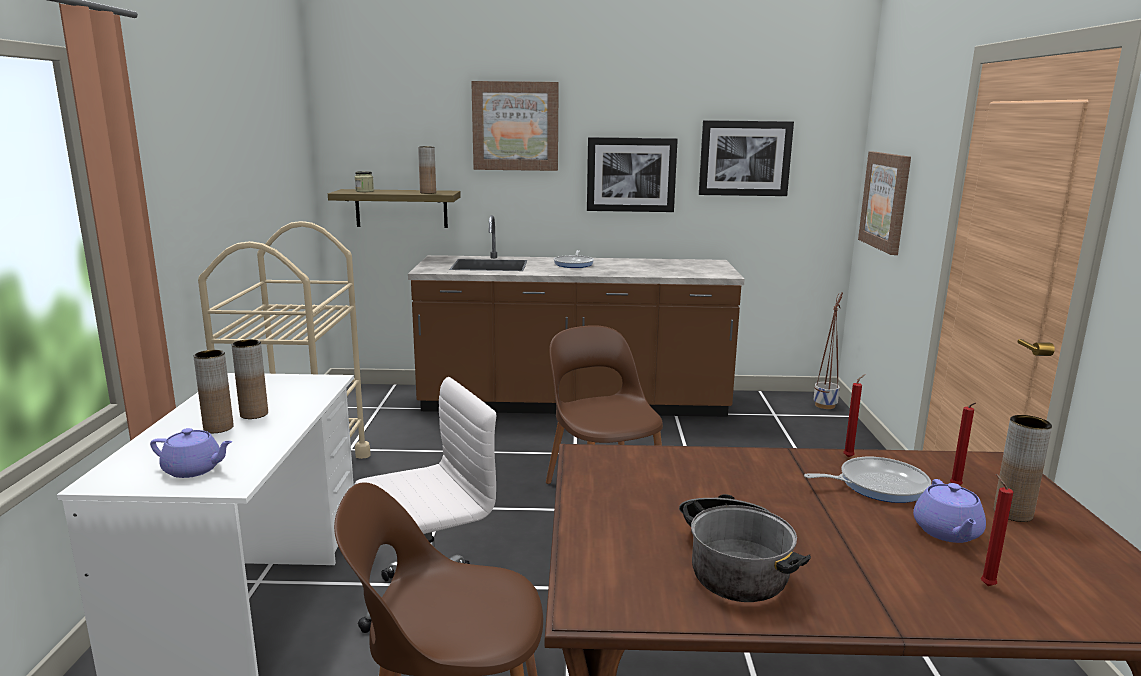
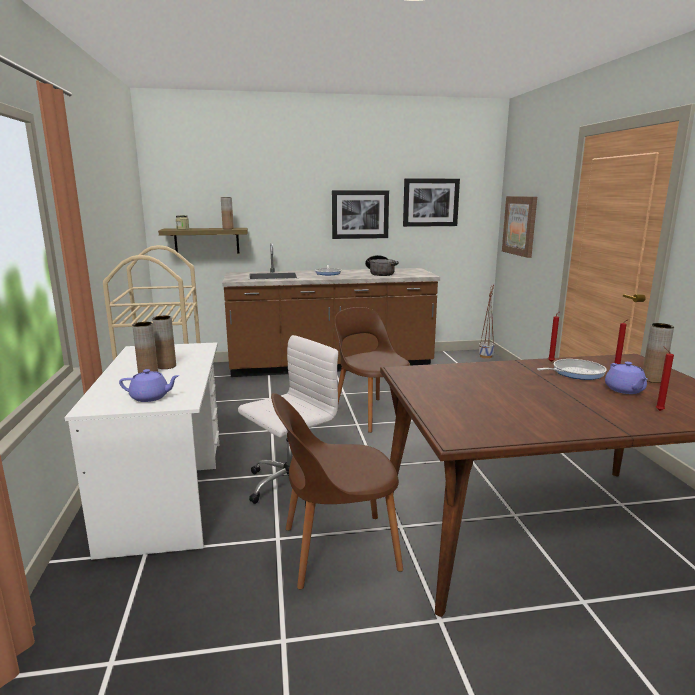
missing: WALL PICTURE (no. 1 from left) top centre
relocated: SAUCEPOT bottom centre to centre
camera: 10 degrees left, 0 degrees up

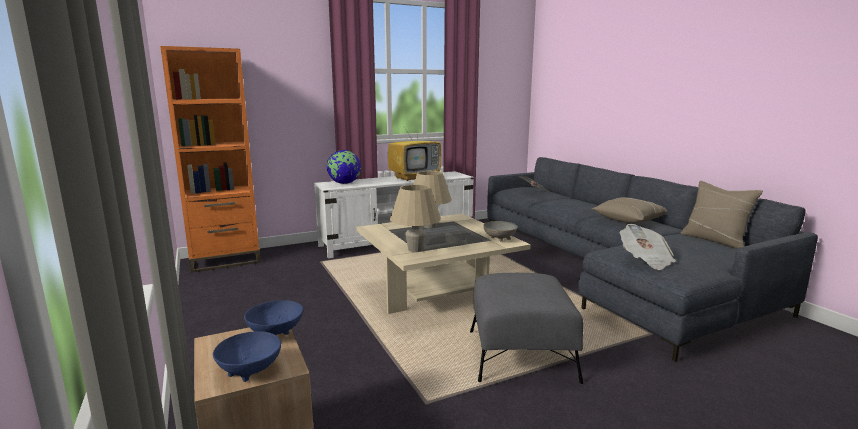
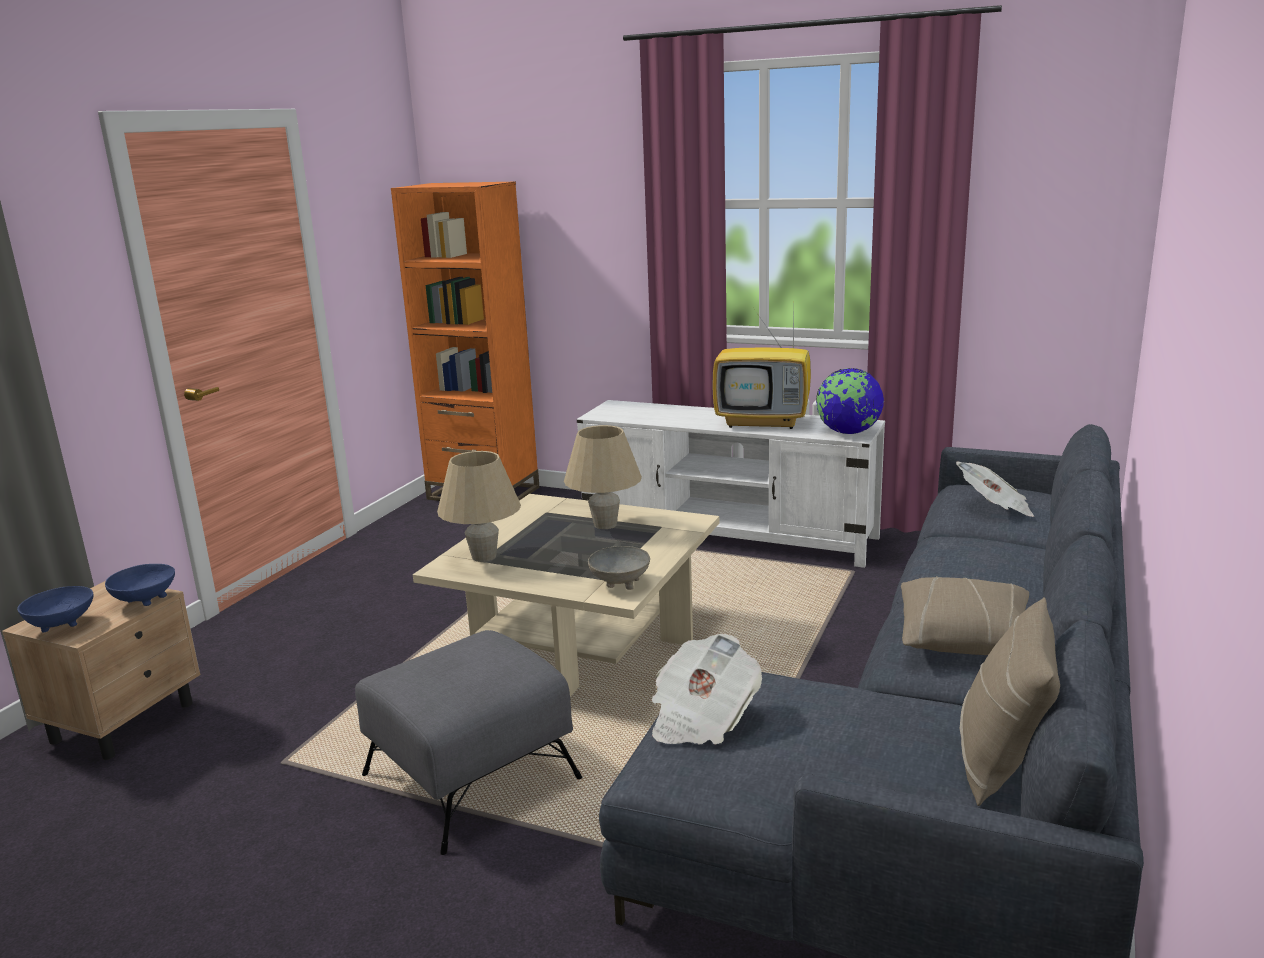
relocated: DESK GLOBE centre to middle right
camera: 50 degrees right, 5 degrees up

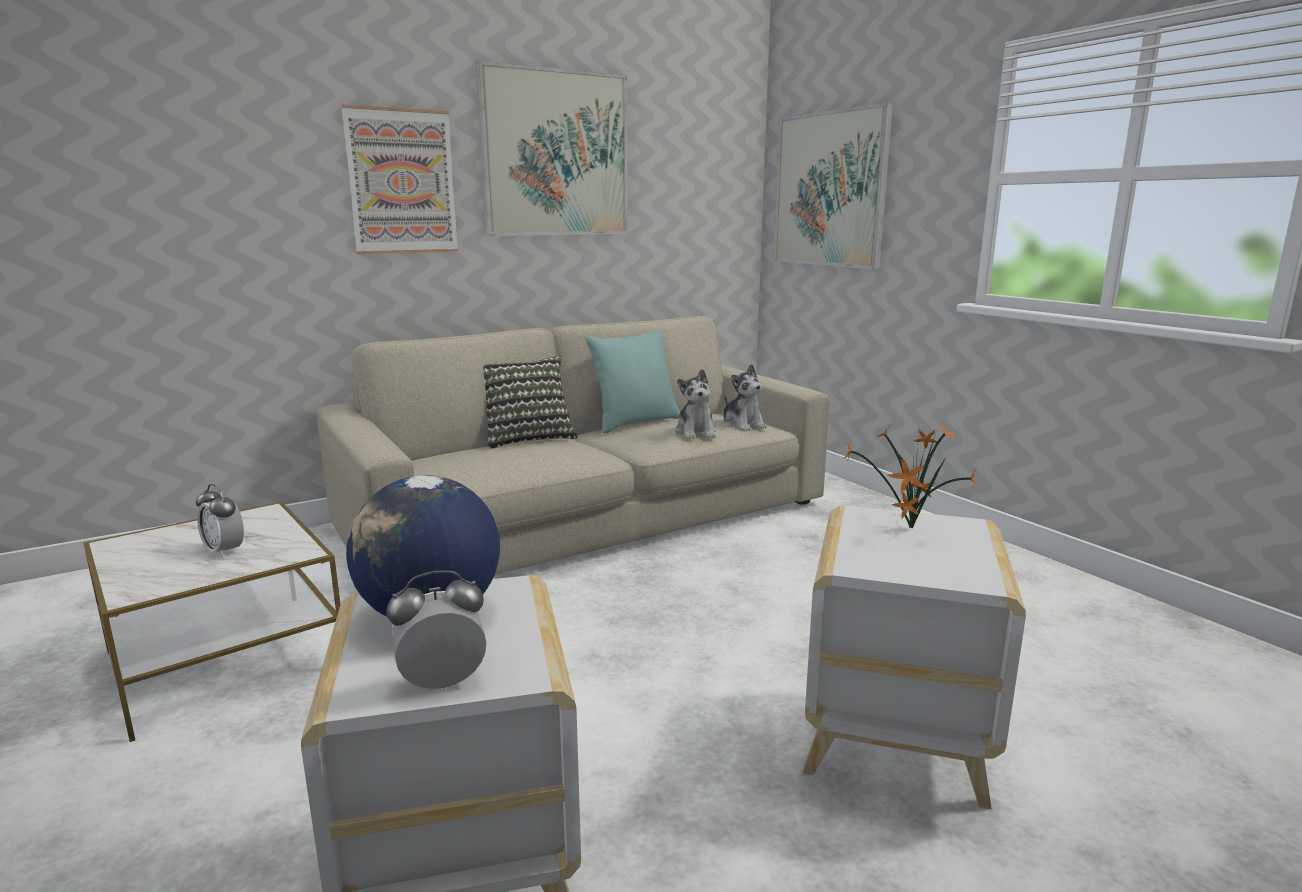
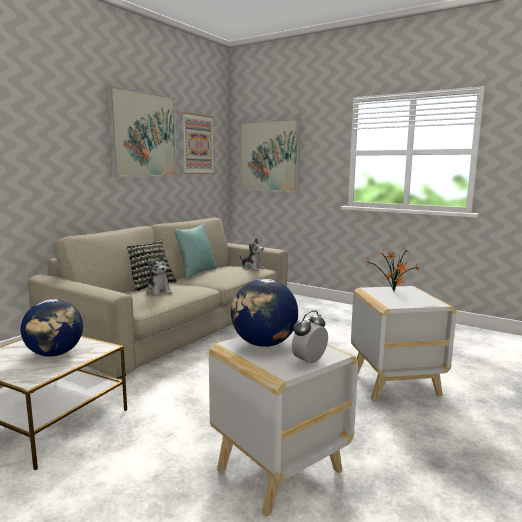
relocated: WALL PICTURE (no. 1 from left in the first image) top left to WALL PICTURE (no. 2 from left) top centre; CUDDLY TOY (no. 1 from left) centre to middle left
exchanged: ALARM CLOCK (no. 1 from left) middle left to DESK GLOBE (no. 1 from left) middle left
camera: 25 degrees left, 5 degrees down

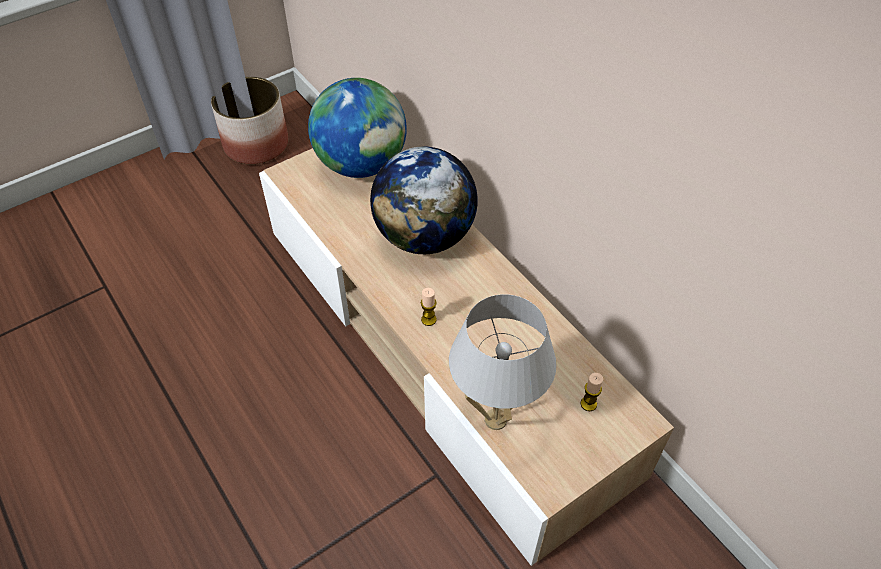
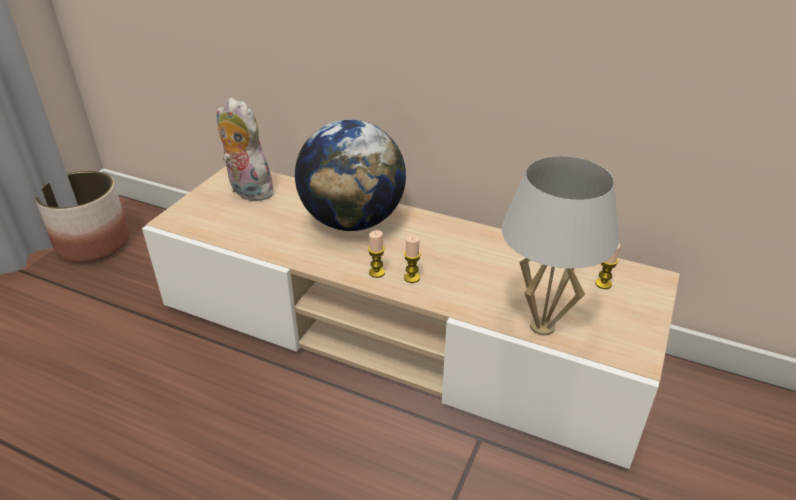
appeared: WAX LIGHT (no. 1 from left) centre
exchanged: DESK GLOBE (no. 1 from left) top centre to CUDDLY TOY top left
camera: 30 degrees left, 15 degrees down

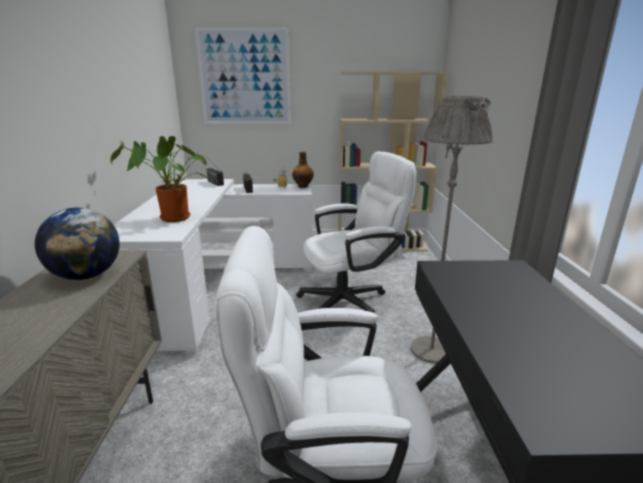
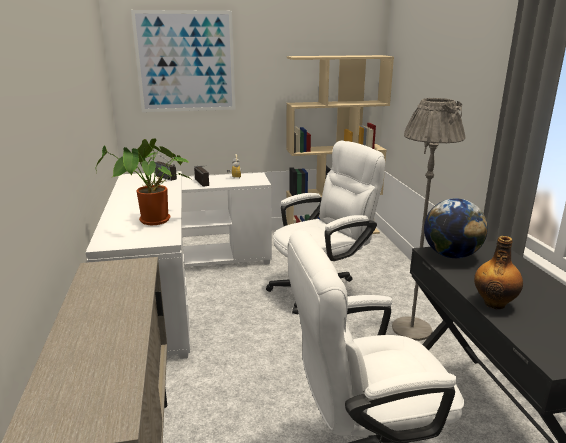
relocated: DESK GLOBE middle left to middle right; BEVERAGE BOTTLE centre to middle right
camera: 10 degrees left, 0 degrees up

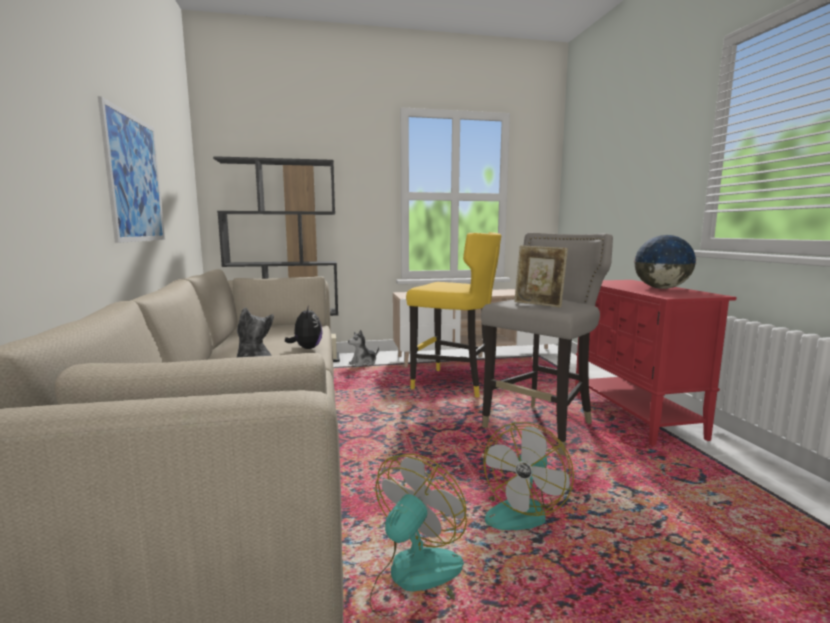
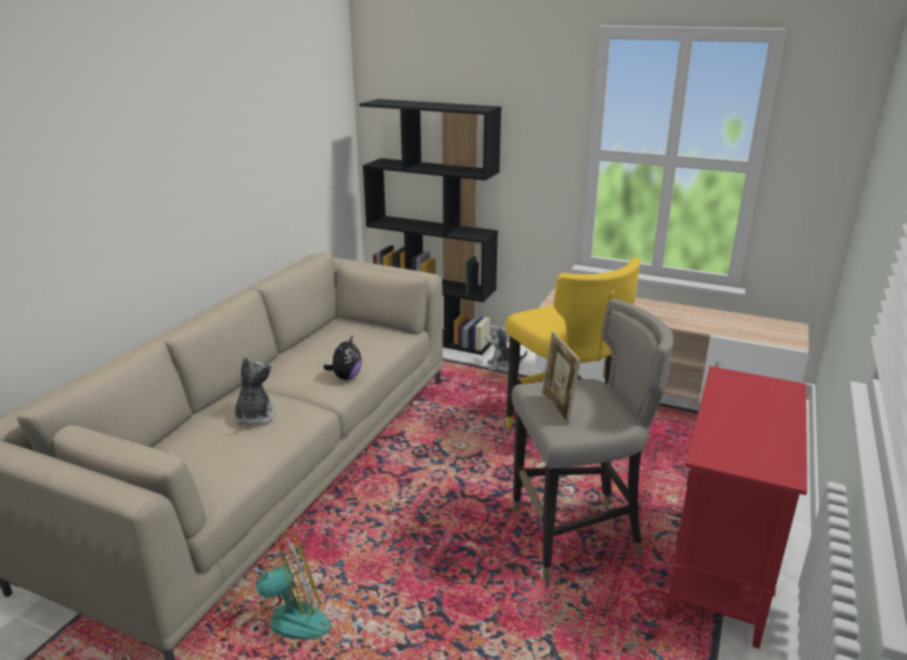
missing: WALL PICTURE top left; COOLING FAN (no. 2 from left) bottom centre; DESK GLOBE middle right
camera: 35 degrees right, 15 degrees up

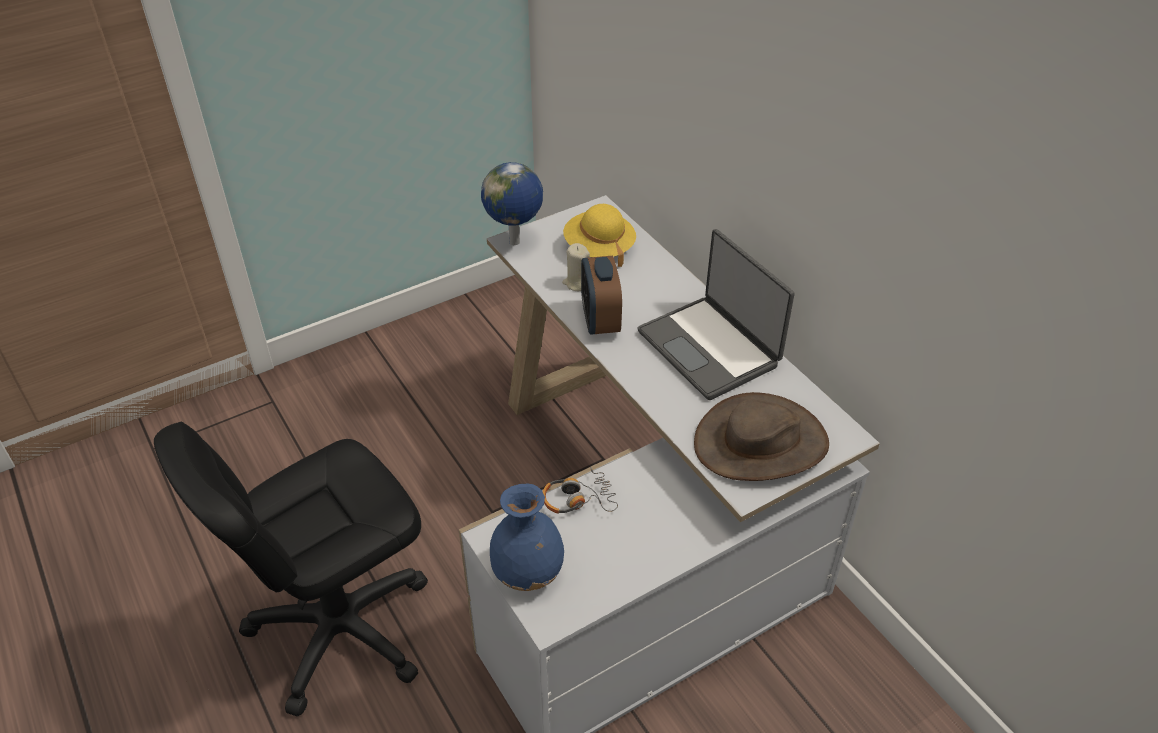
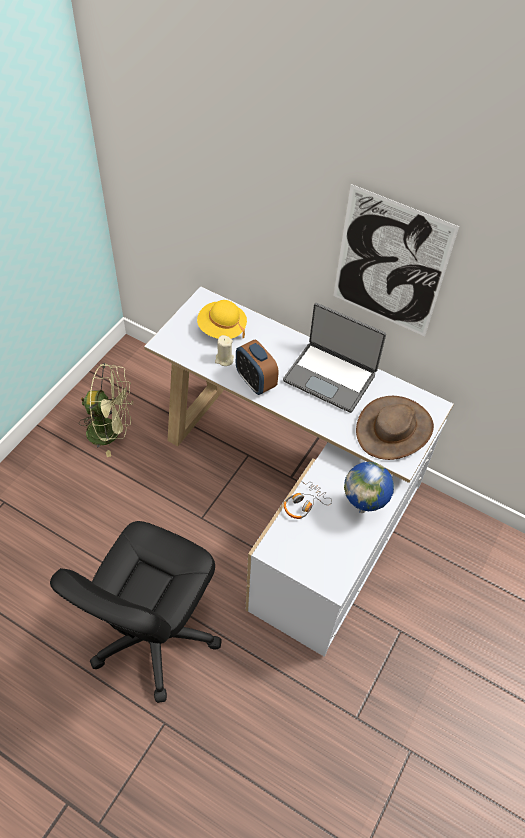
missing: BLUISH DECORATIVE VASE bottom centre
appeared: GREEN COOLING FAN middle left; WALL PICTURE top right
relocated: DESK GLOBE top centre to middle right
camera: 30 degrees left, 10 degrees up

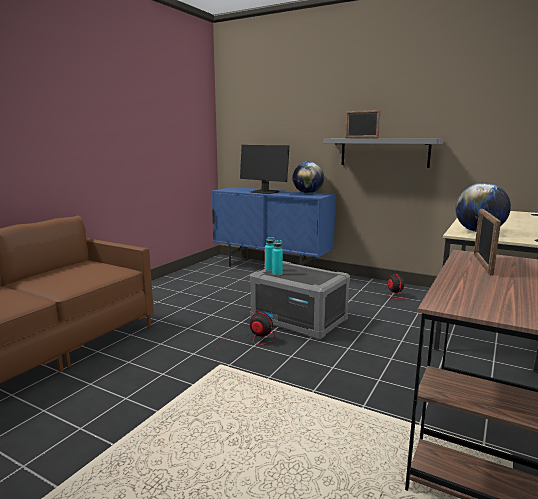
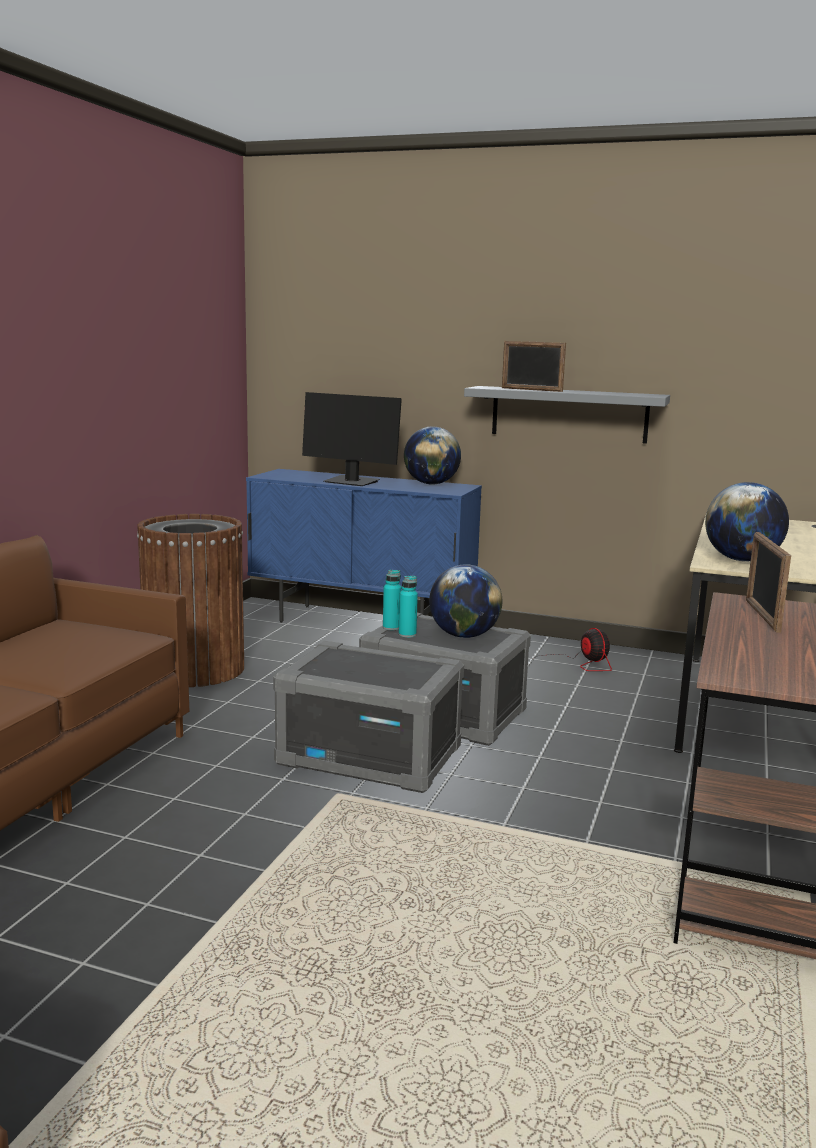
appeared: BROWN-COLOURED TRASH CAN middle left; DESK GLOBE (no. 2 from left) centre
exchanged: COOLING FAN (no. 1 from left) bottom centre to GREY STORAGE CONTAINER (no. 1 from left) centre
camera: 10 degrees left, 0 degrees up

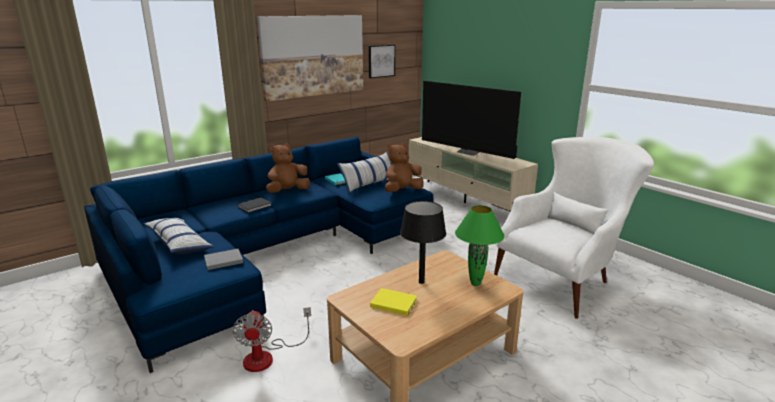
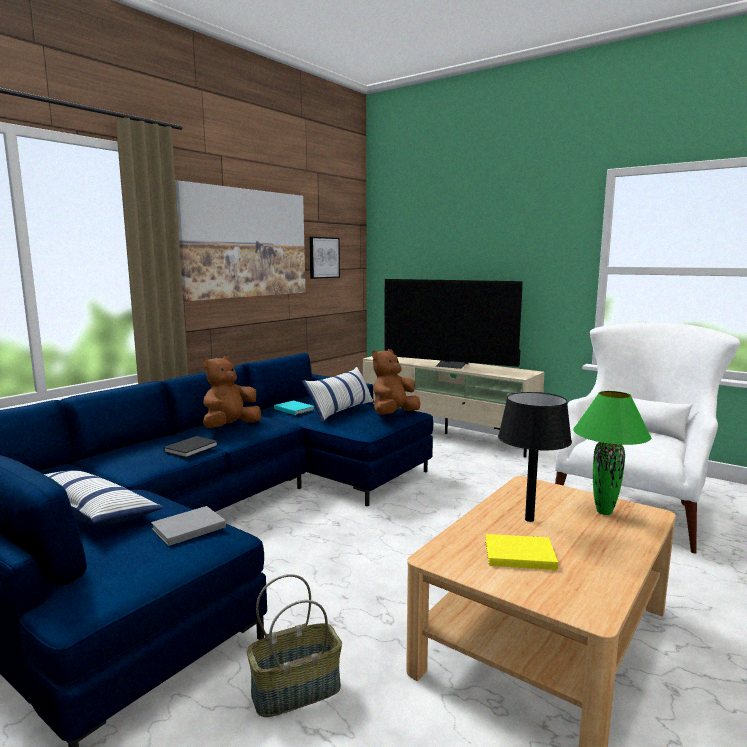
exchanged: COOLING FAN bottom centre to STORAGE BASKET bottom centre
camera: 15 degrees left, 10 degrees down

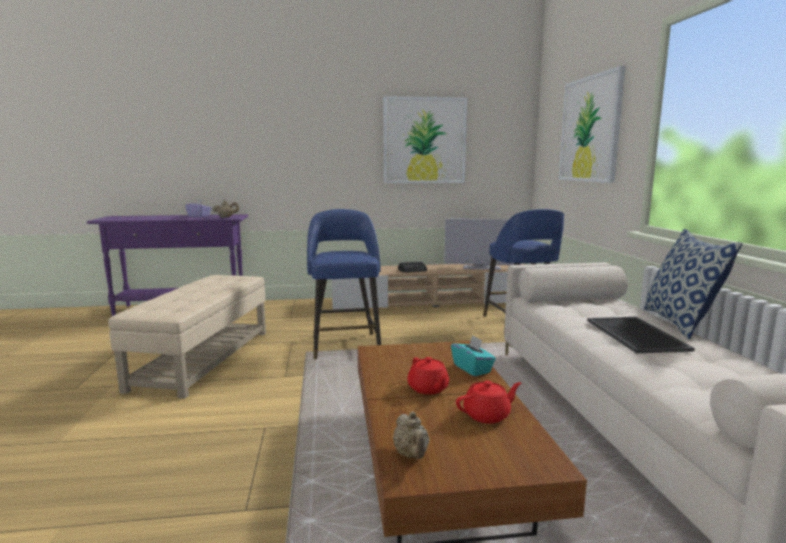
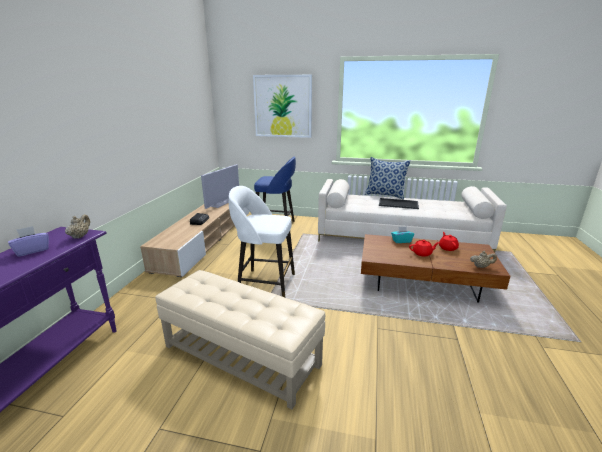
missing: WALL PICTURE (no. 1 from left) top centre
colour: BLUISH STOOL (no. 1 from left) centre to WHITE STOOL centre
camera: 70 degrees left, 10 degrees up

